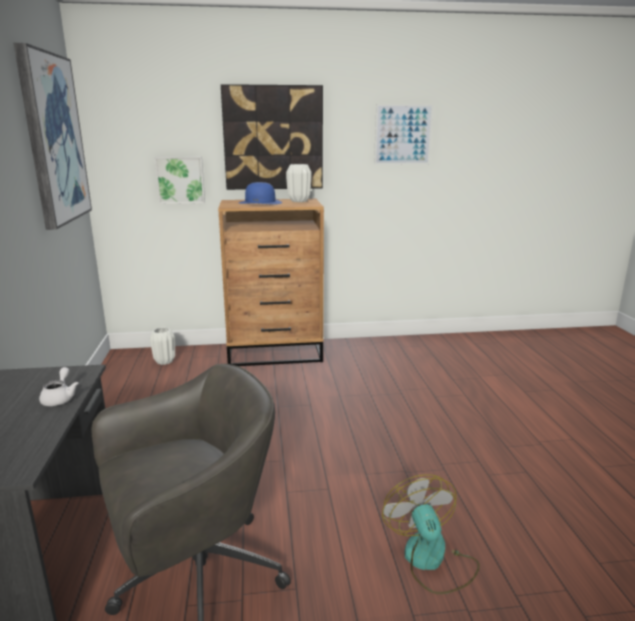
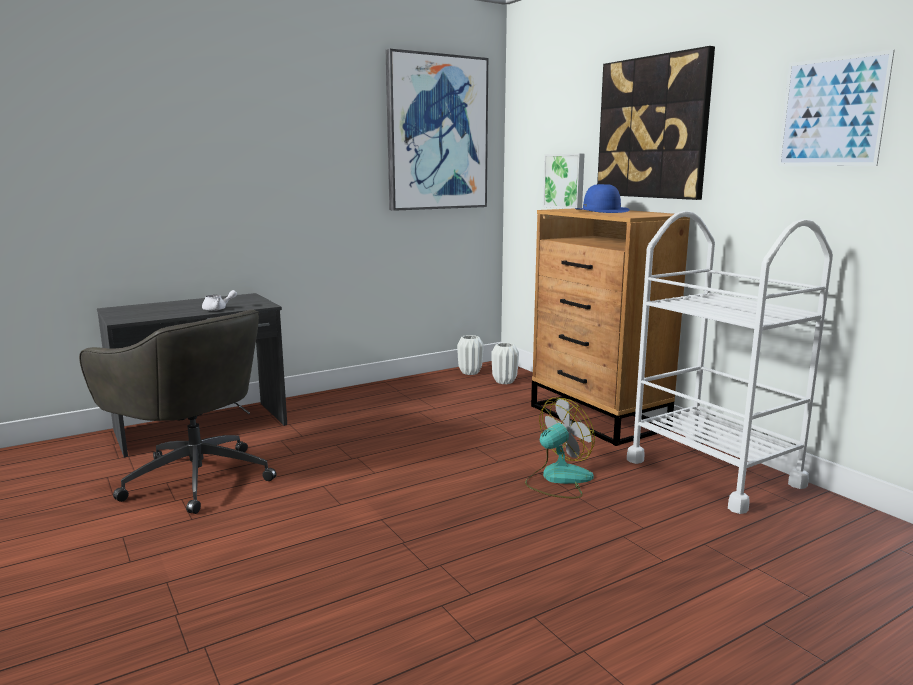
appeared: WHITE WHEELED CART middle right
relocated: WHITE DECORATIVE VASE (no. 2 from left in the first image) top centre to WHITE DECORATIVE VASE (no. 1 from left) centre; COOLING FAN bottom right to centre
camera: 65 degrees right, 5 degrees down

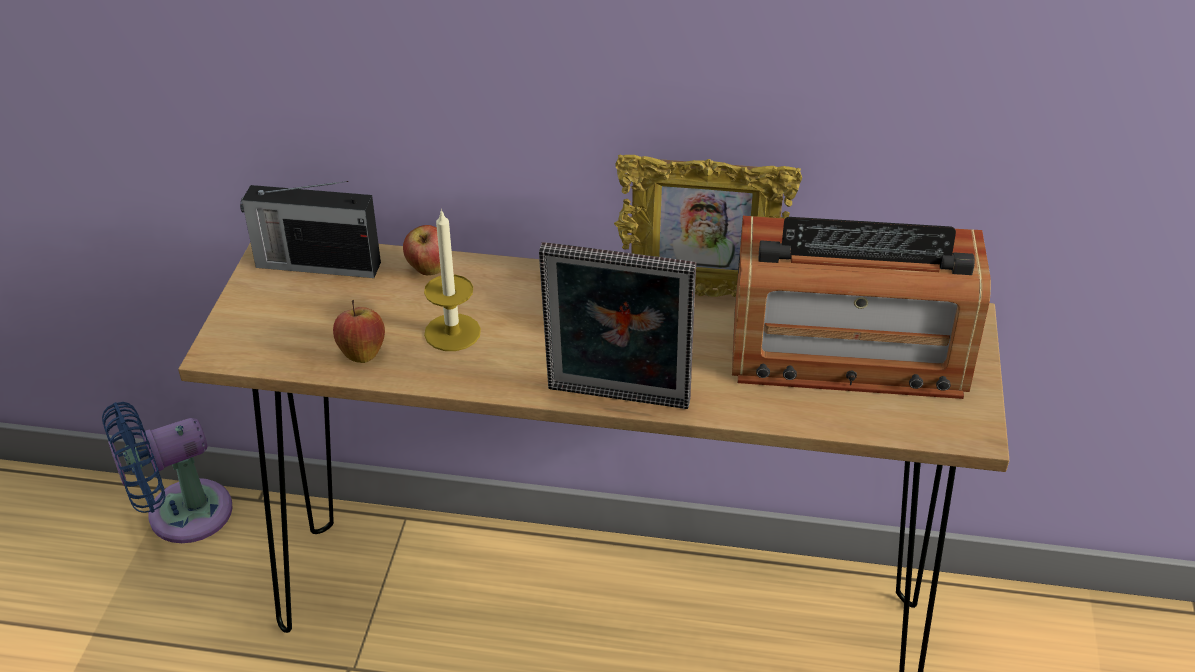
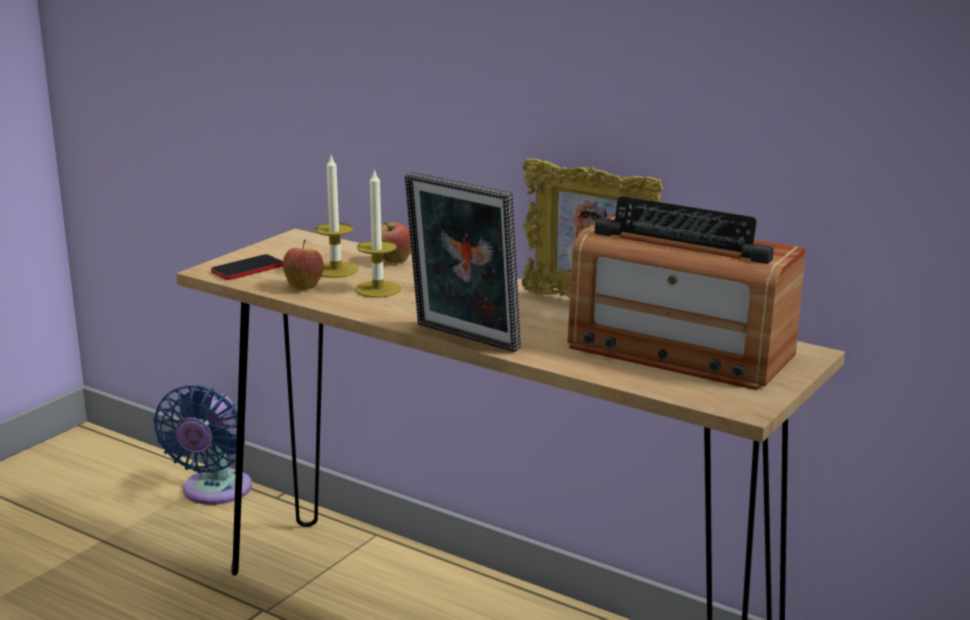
missing: RADIO (no. 1 from left) middle left
appeared: TELEPHONE middle left; WAX LIGHT (no. 1 from left) centre
spun: BLUISH COOLING FAN bottom left = bottom left 75 degrees counterclockwise
camera: 25 degrees right, 20 degrees down

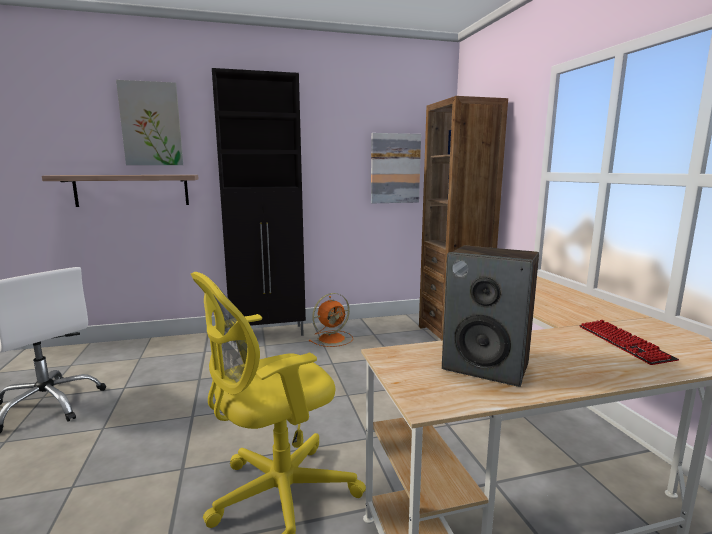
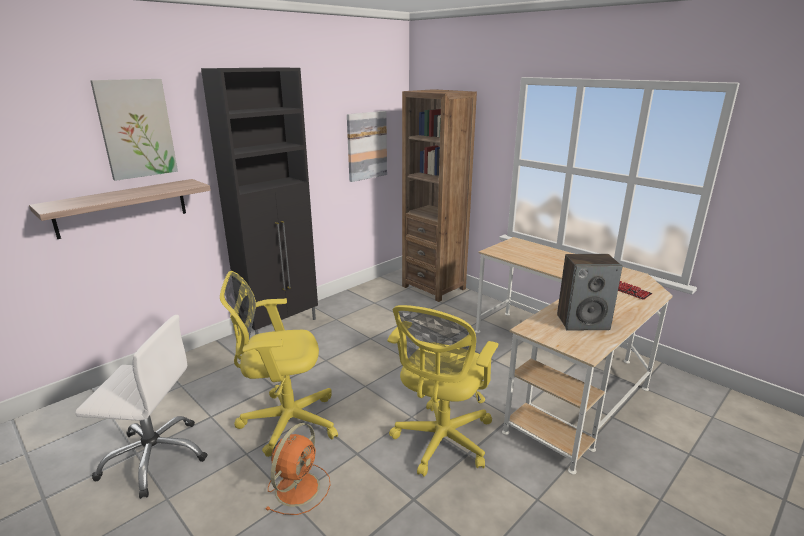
appeared: YELLOW-COLOURED DESK CHAIR (no. 1 from left) bottom centre
relocated: ORANGE COOLING FAN centre to bottom centre
camera: 30 degrees left, 10 degrees up

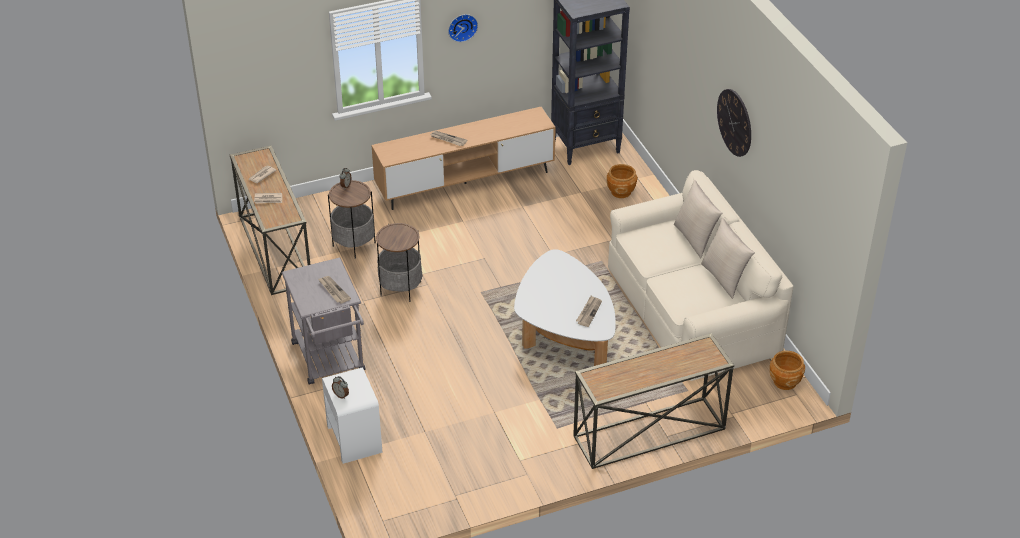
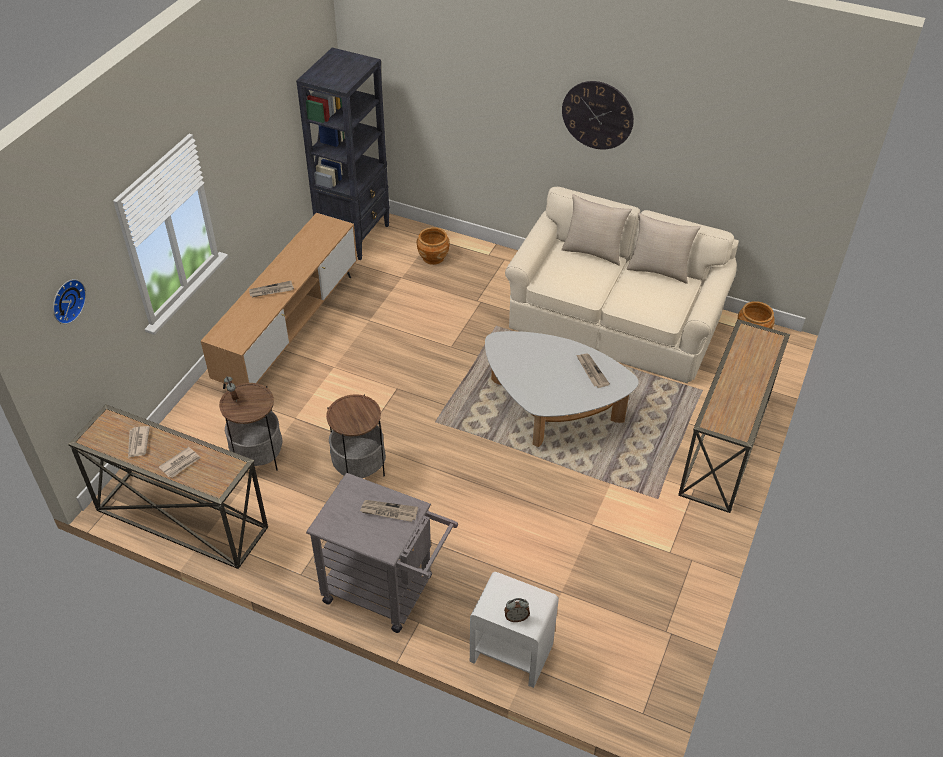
relocated: WALL CLOCK (no. 1 from left) top centre to middle left
camera: 45 degrees left, 5 degrees up

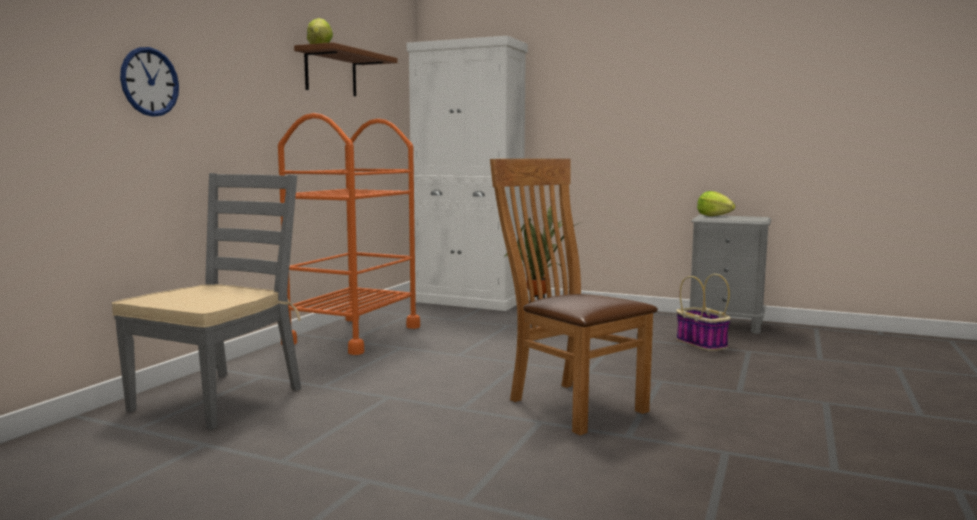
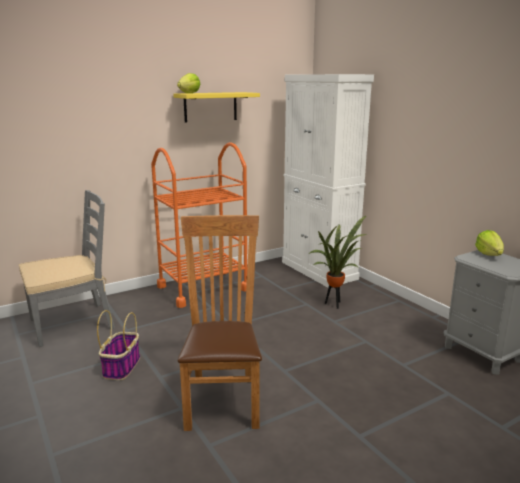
missing: WALL CLOCK top left
relocated: STORAGE BASKET middle right to bottom left
colour: BROWN-COLOURED BRACKET SHELF top centre to YELLOW-COLOURED BRACKET SHELF top centre
camera: 35 degrees right, 10 degrees up

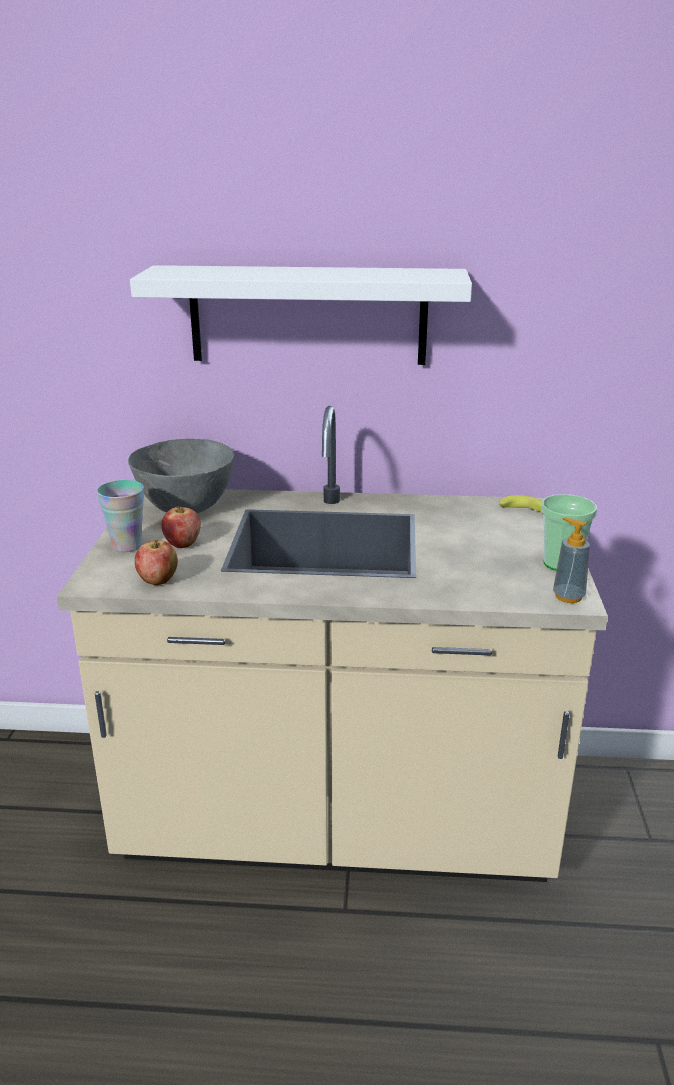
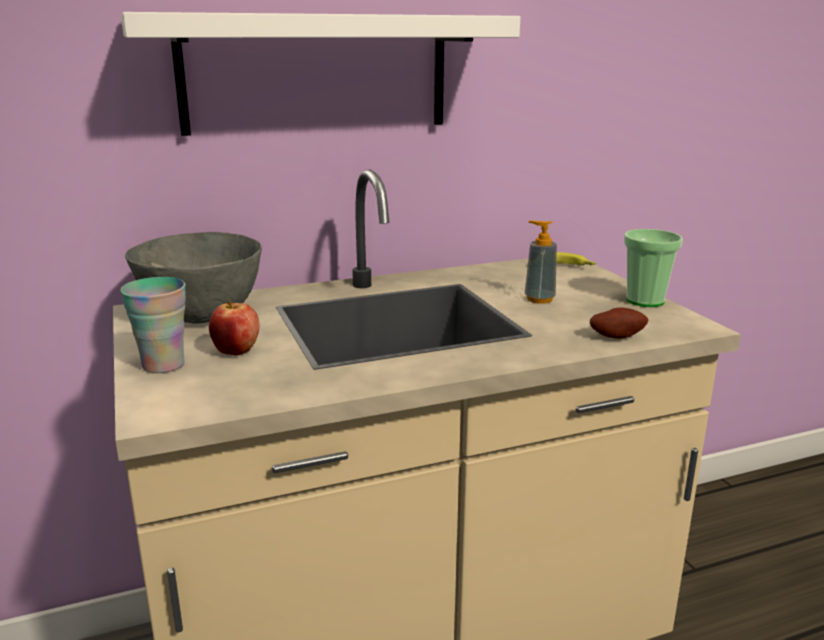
missing: APPLE (no. 1 from left) middle left
appeared: POTATO middle right
relocated: SOAP DISPENSER middle right to centre
camera: 25 degrees left, 5 degrees down

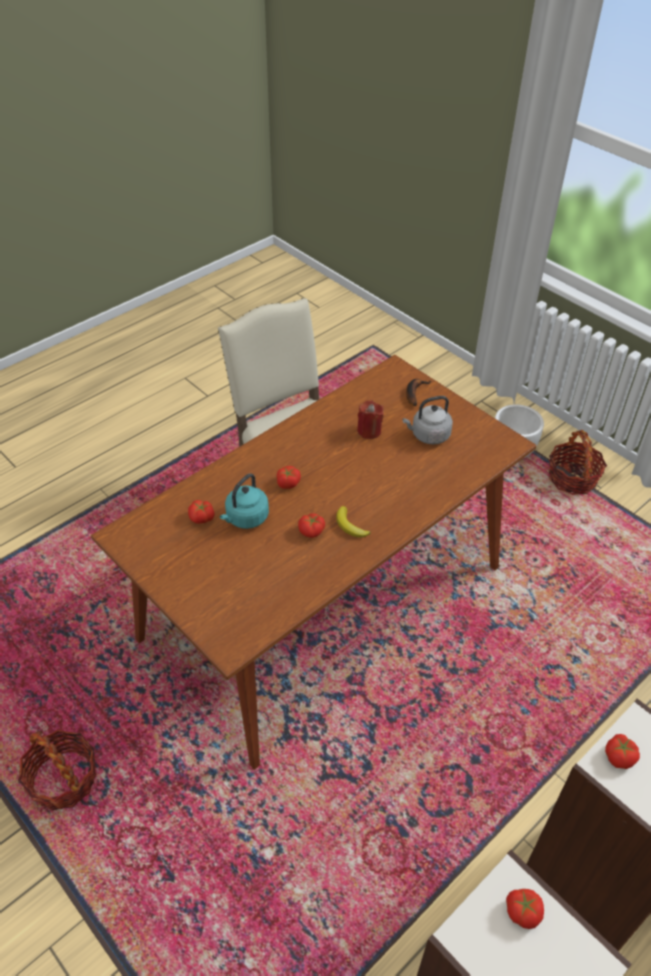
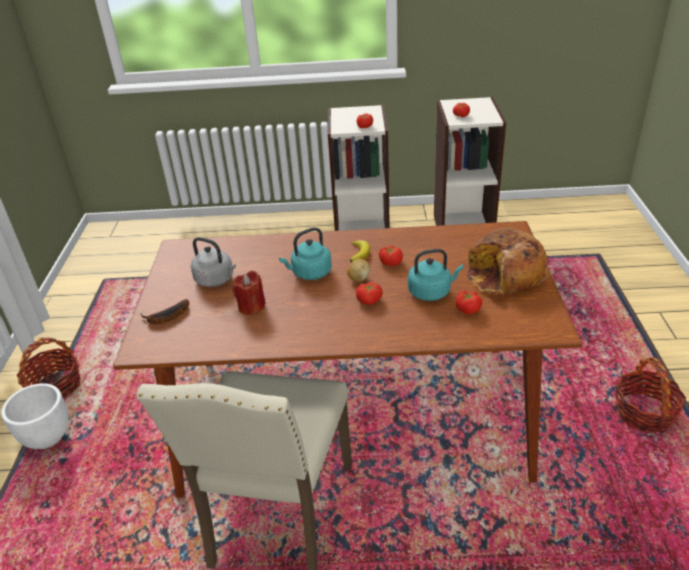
appeared: TURQUOISE KETTLE (no. 1 from left) centre; POTATO centre; BREAD middle right
camera: 135 degrees left, 10 degrees down

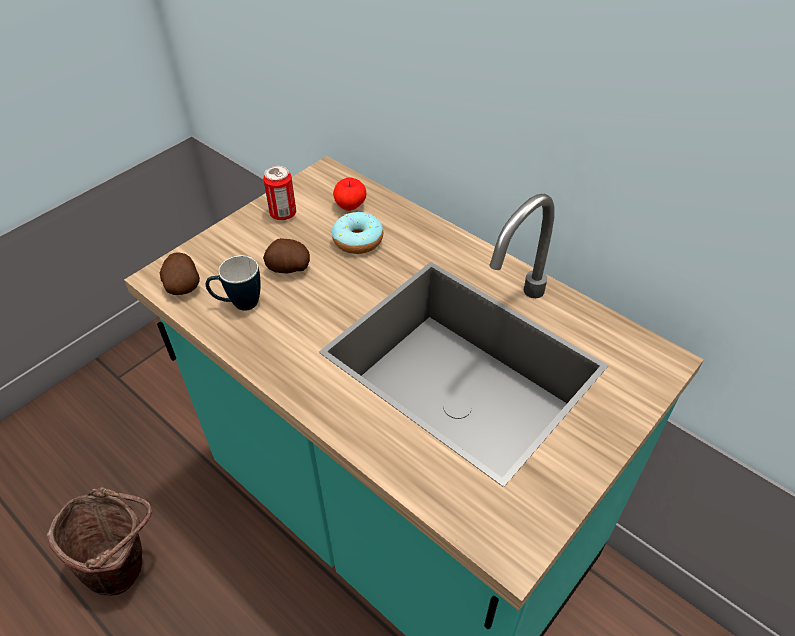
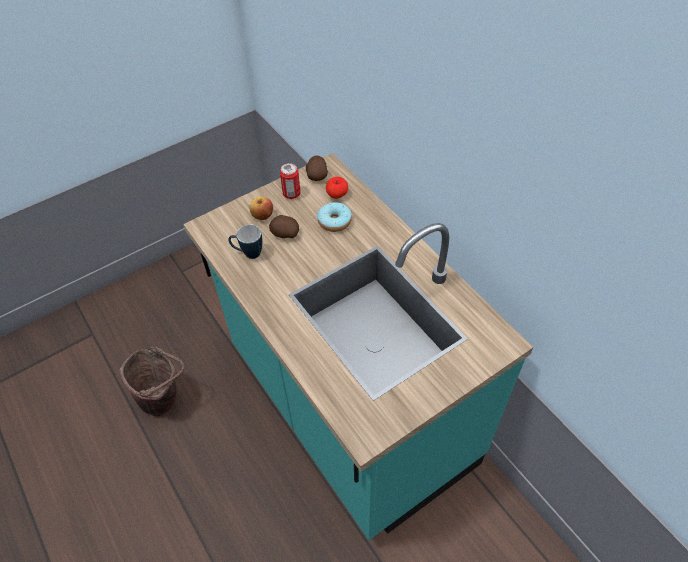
appeared: APPLE (no. 1 from left) centre
relocated: POTATO (no. 1 from left in the first image) middle left to POTATO (no. 2 from left) top centre
camera: 15 degrees right, 5 degrees up

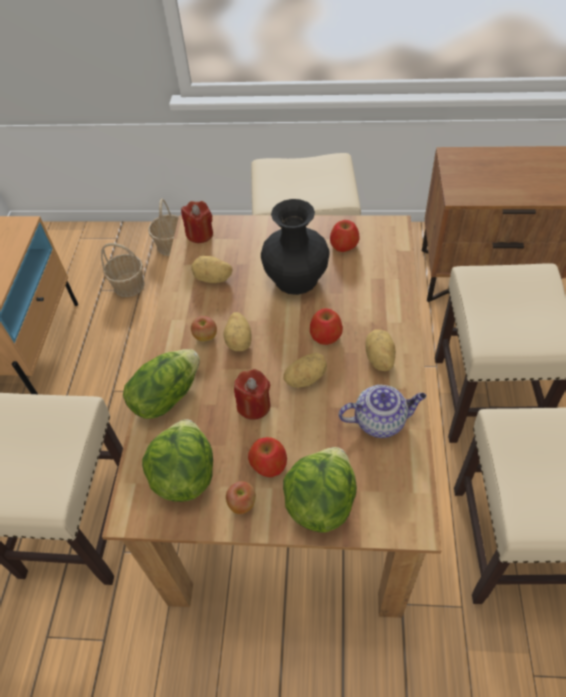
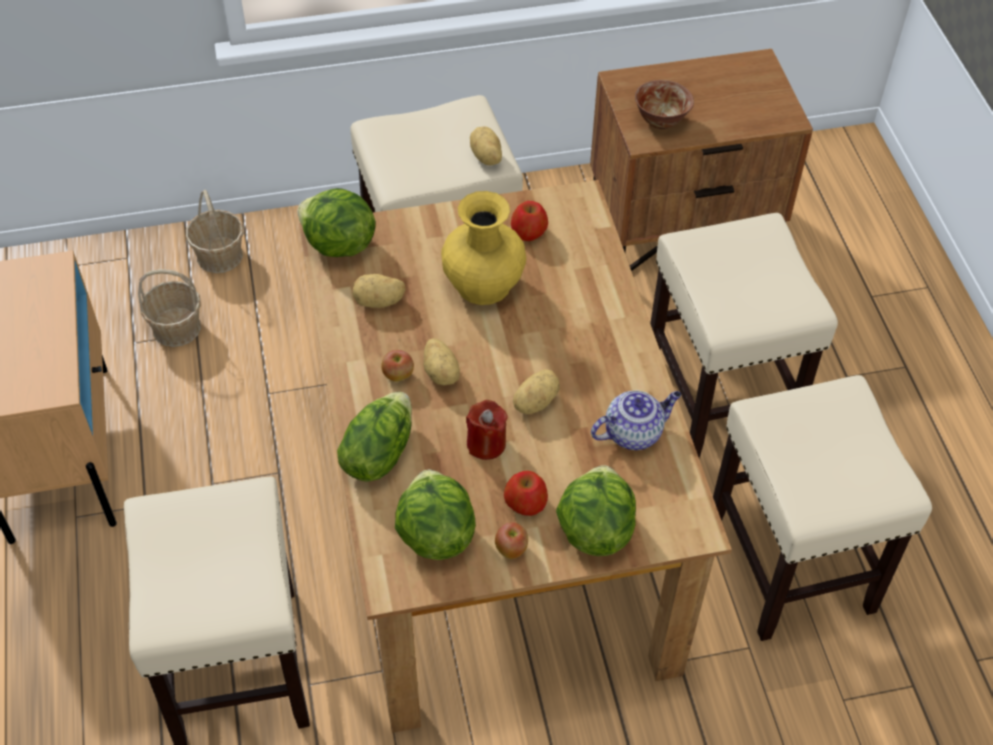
missing: APPLE (no. 4 from left) centre
appeared: DEEP DISH top right
relocated: POTATO (no. 4 from left in the first image) middle right to POTATO (no. 3 from left) top centre
exchanged: REDDISH WAX LIGHT (no. 1 from left) top centre to LETTUCE (no. 1 from left) top centre
colour: BLACKISH DECORATIVE VASE centre to YELLOW-COLOURED DECORATIVE VASE top centre
camera: 20 degrees left, 0 degrees up

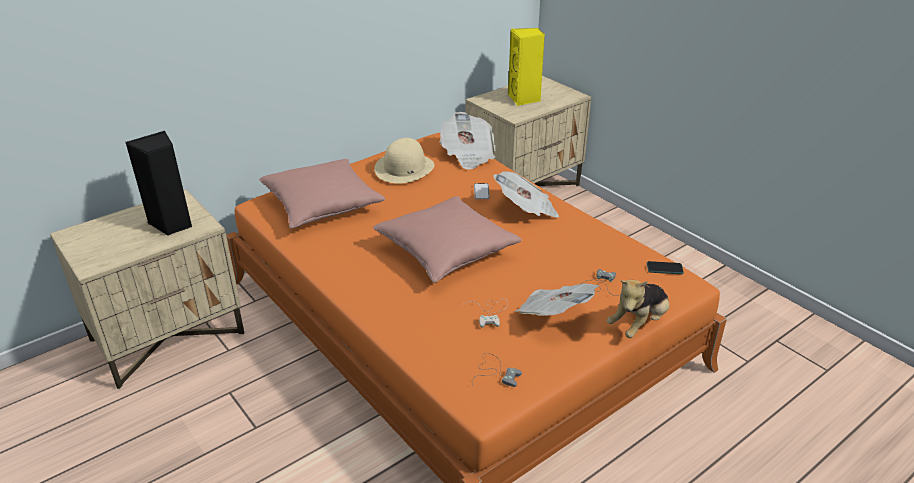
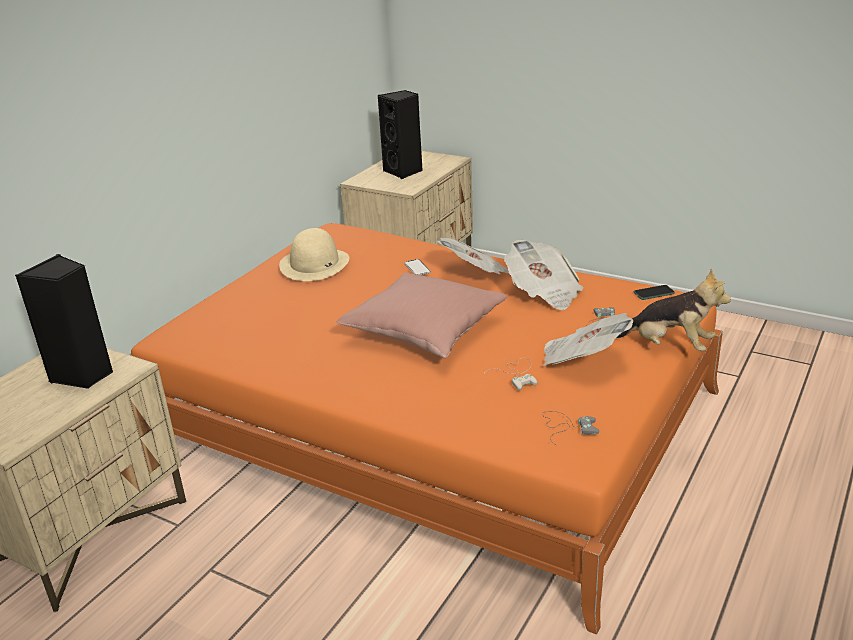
missing: PINKISH THROW PILLOW (no. 1 from left) centre
relocated: DAILY PAPER (no. 1 from left in the first image) top centre to DAILY PAPER (no. 2 from left) centre
colour: YELLOW-COLOURED SPEAKER top centre to BLACKISH SPEAKER (no. 2 from left) top centre
spun: CUDDLY TOY middle right = middle right 90 degrees counterclockwise
camera: 20 degrees left, 5 degrees down

